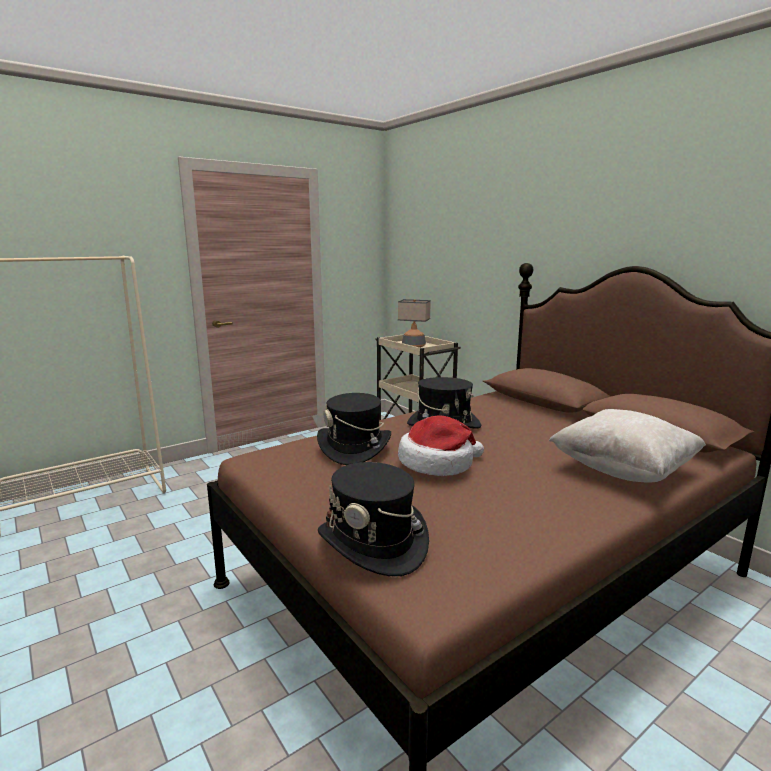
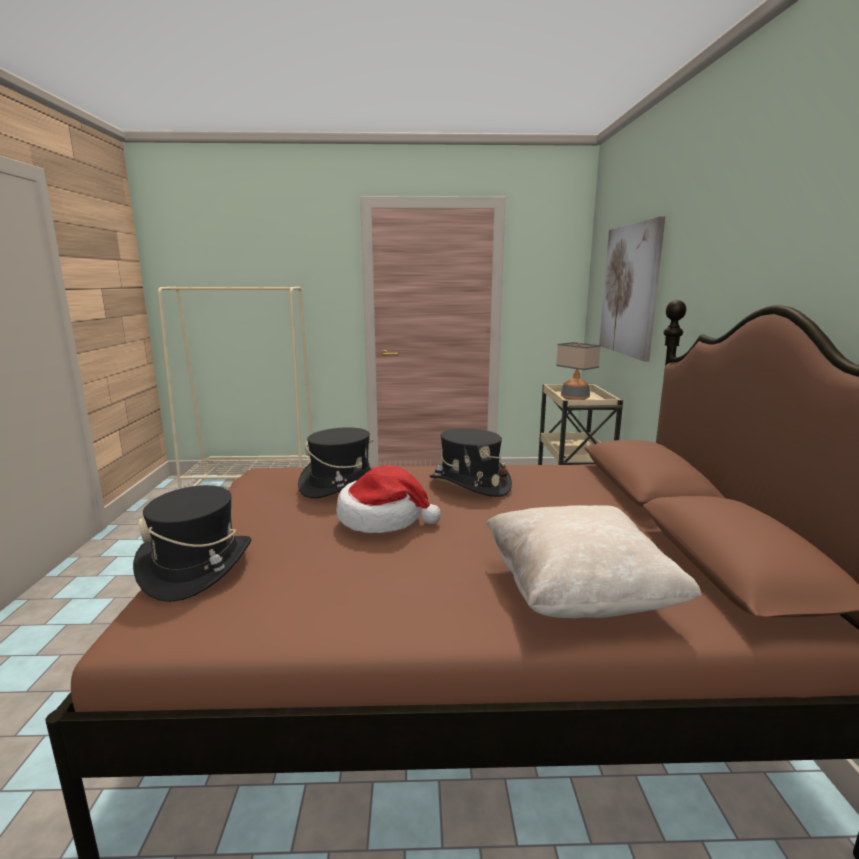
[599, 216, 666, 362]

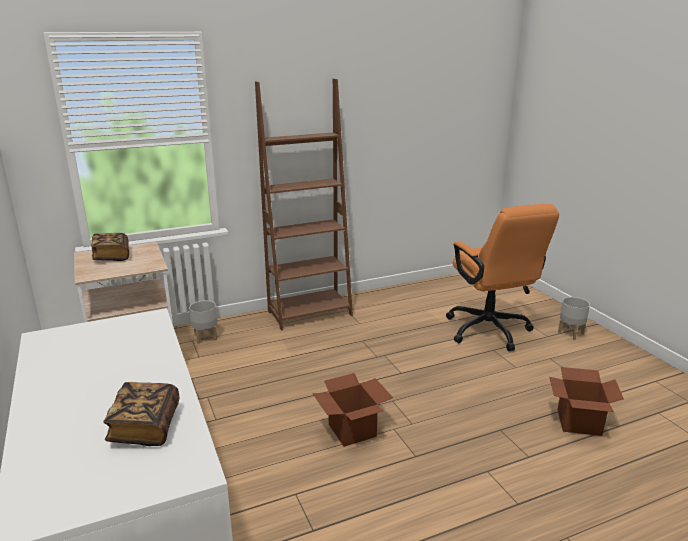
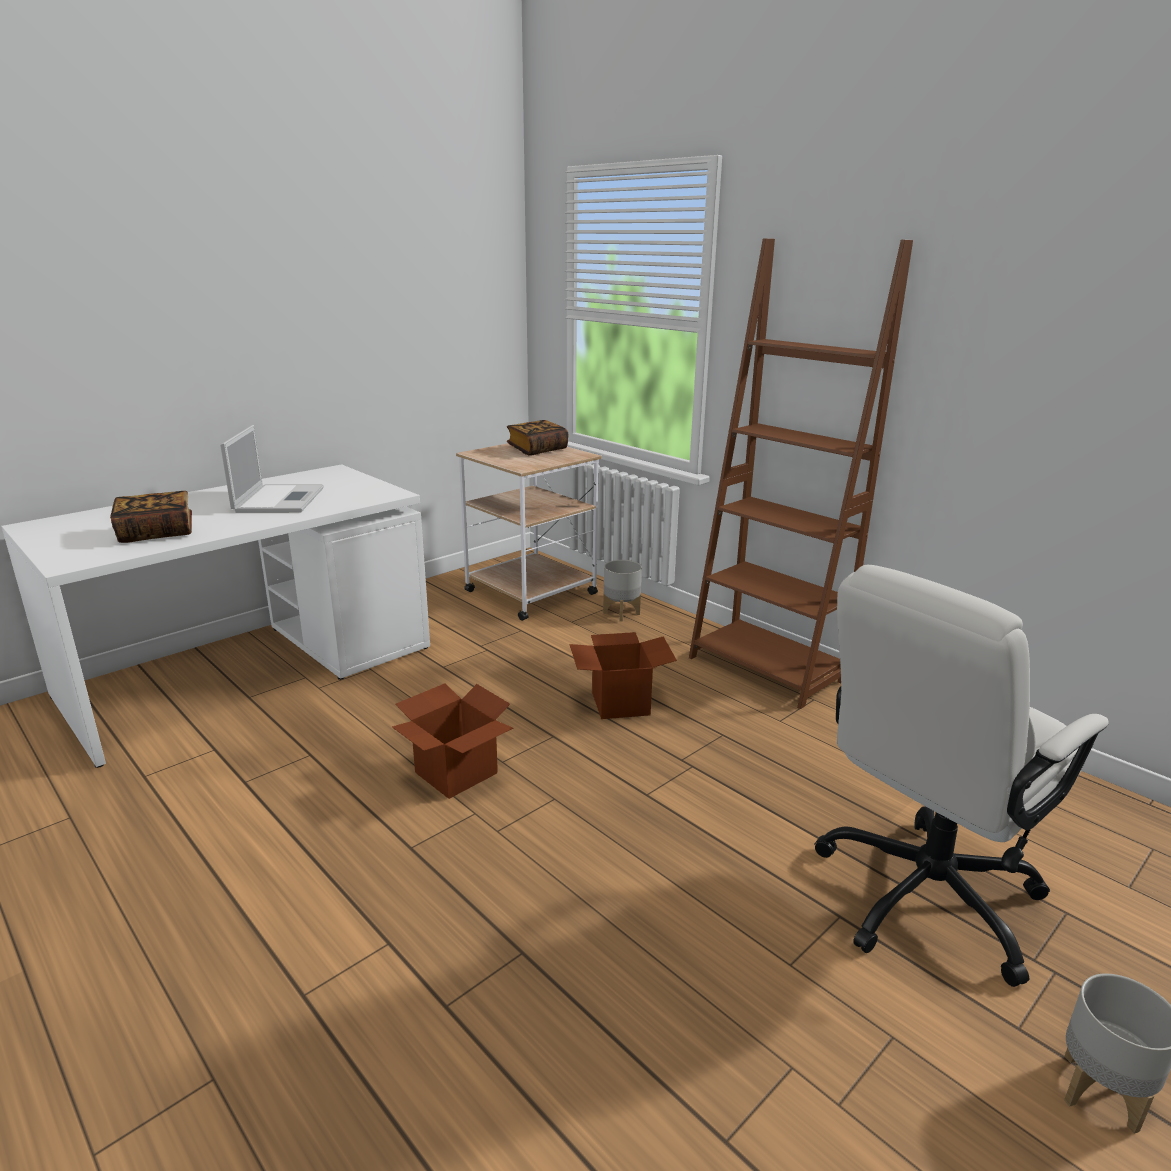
[220, 425, 324, 513]
[569, 632, 677, 719]
[814, 565, 1109, 987]

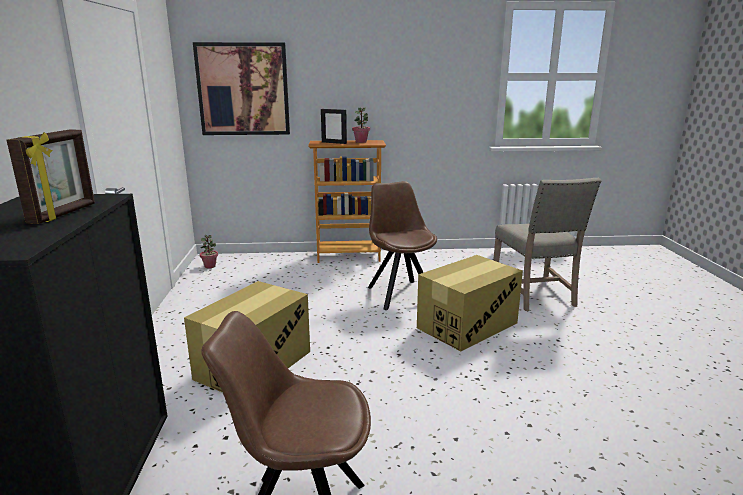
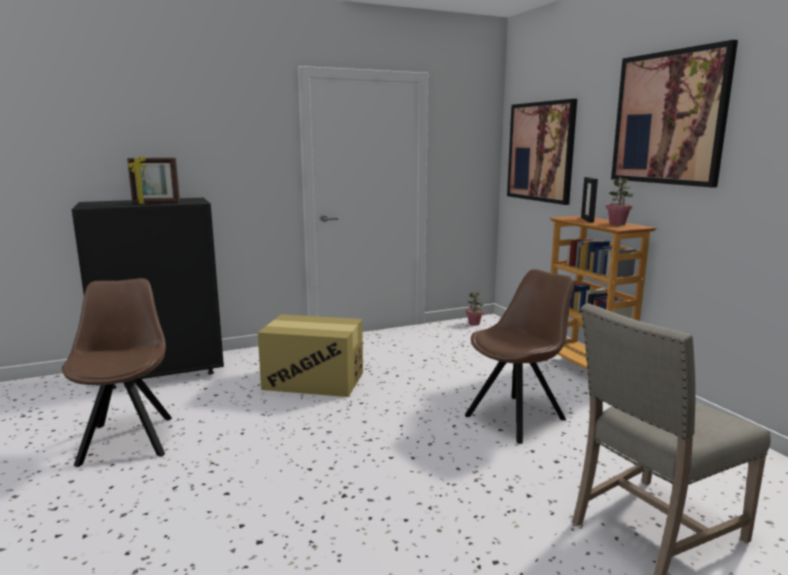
[611, 40, 738, 188]
[417, 255, 523, 351] (first image)

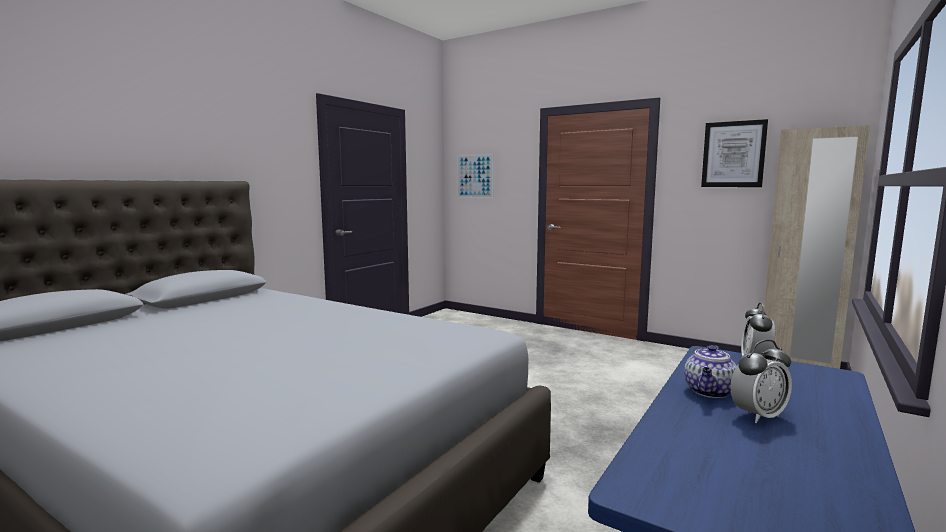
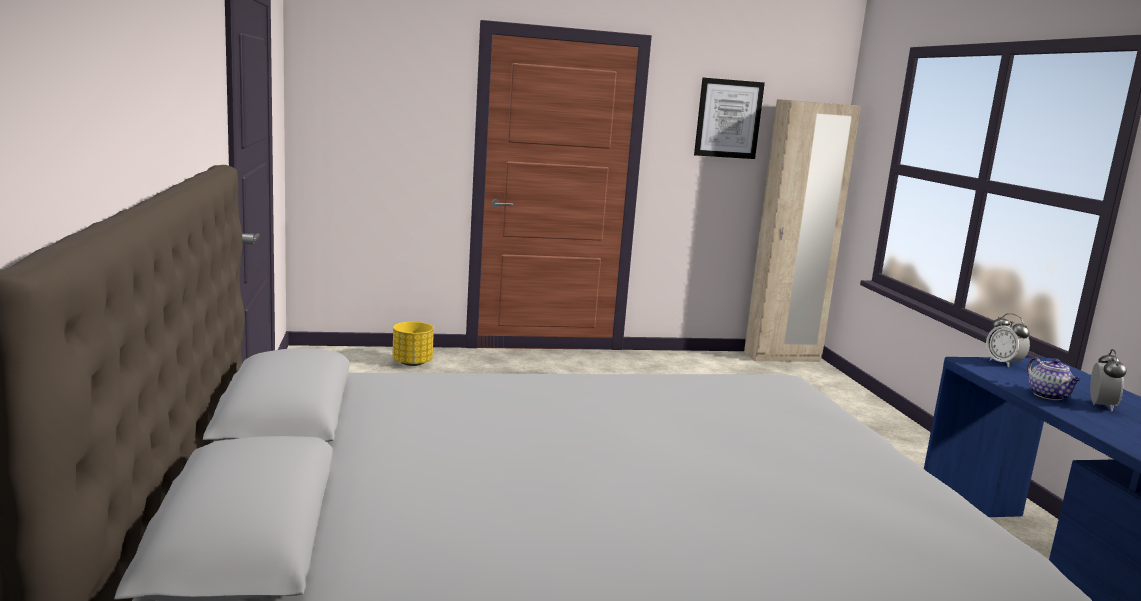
[392, 322, 434, 366]
[457, 154, 494, 198] (first image)

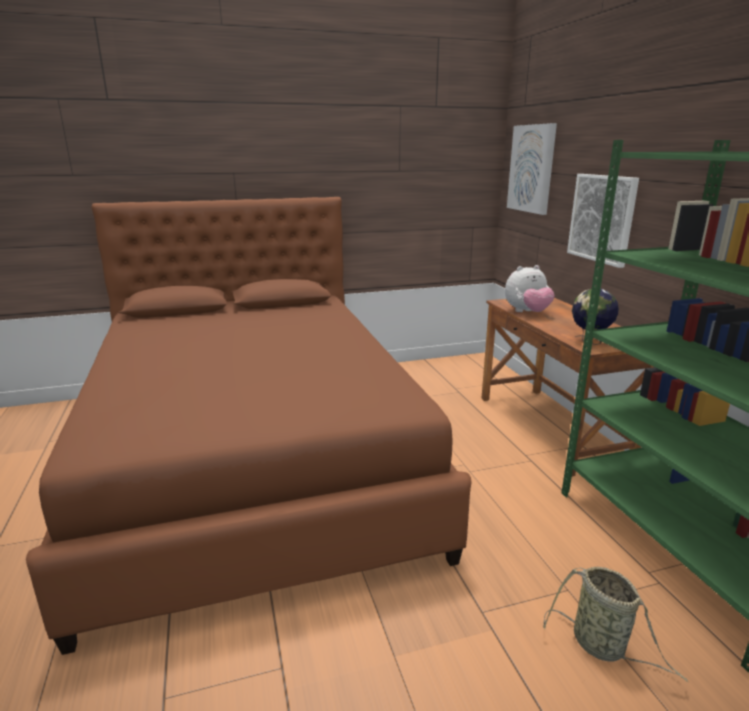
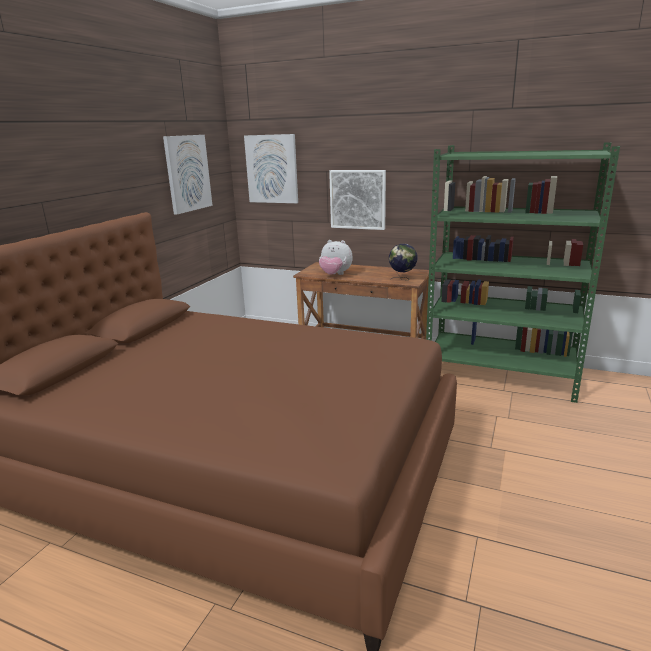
[163, 135, 213, 215]
[319, 240, 353, 275]
[543, 567, 688, 682] (first image)

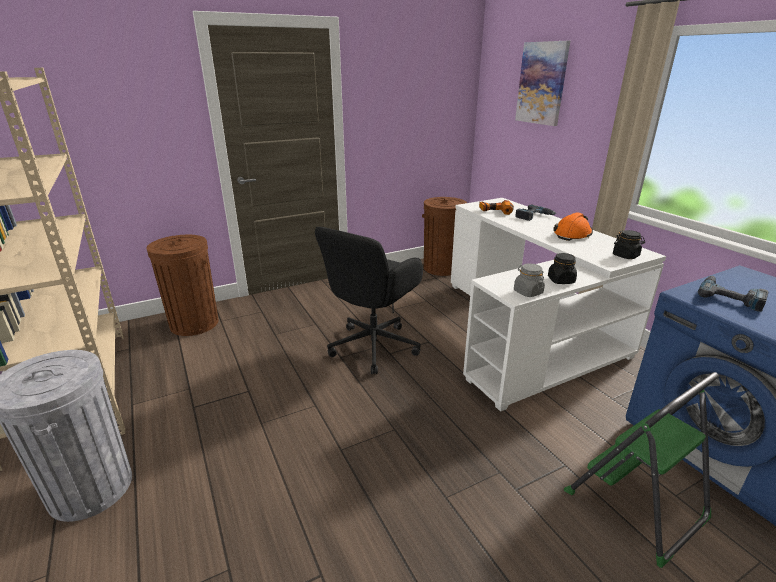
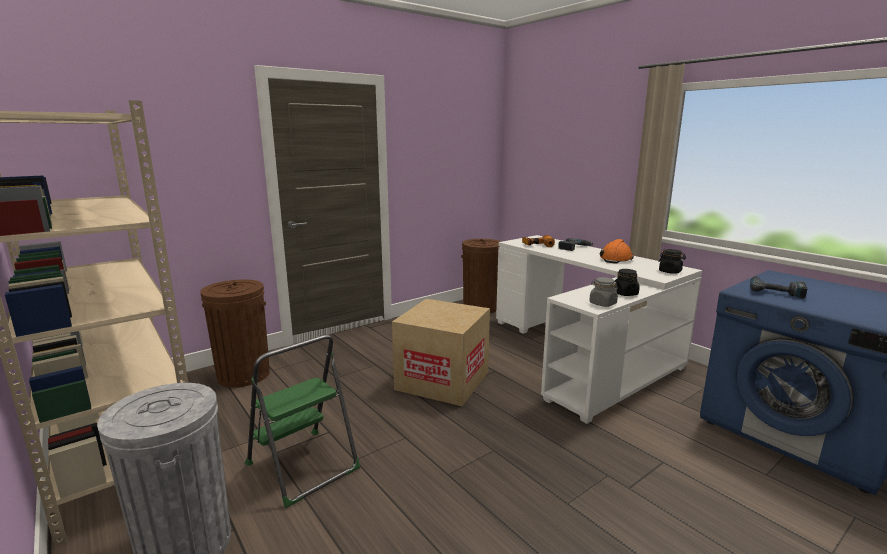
[244, 335, 360, 508]
[392, 299, 490, 406]
[515, 41, 570, 126] (first image)

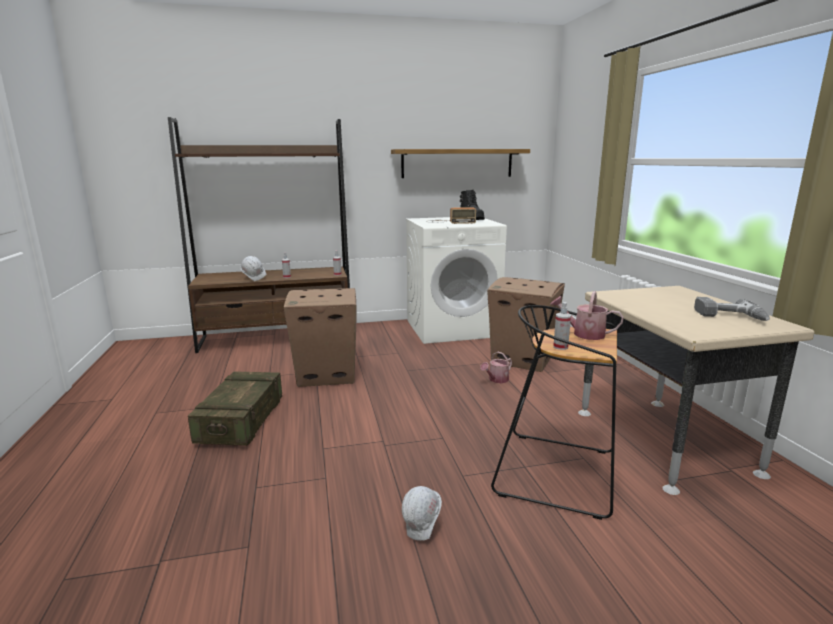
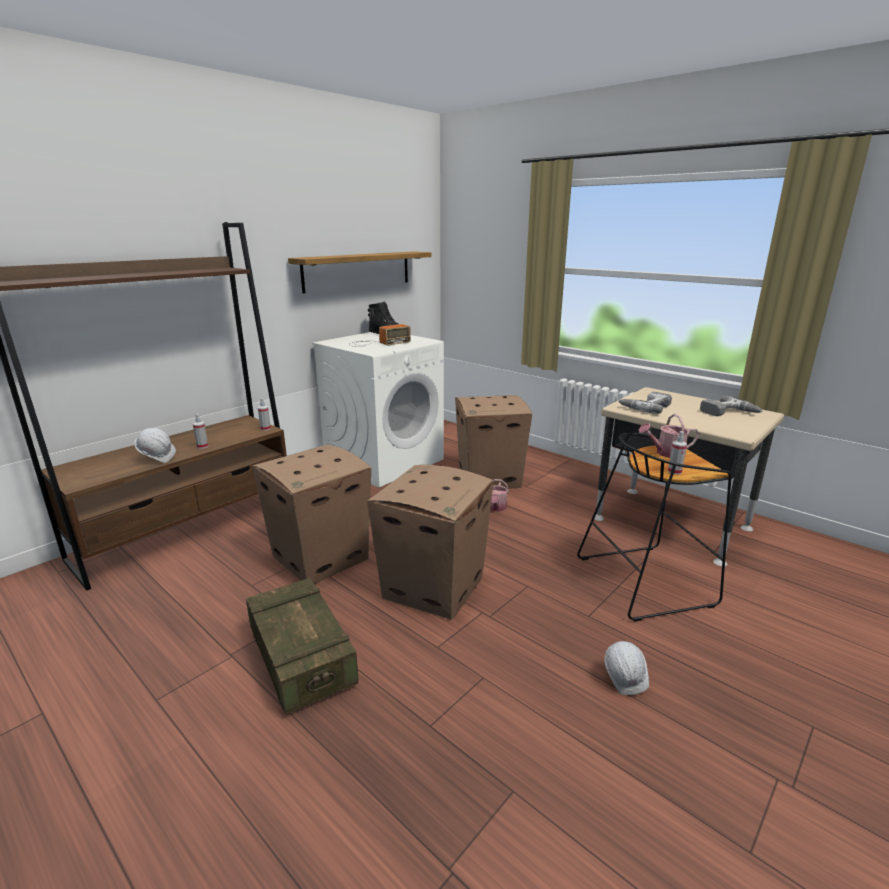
[367, 465, 493, 620]
[619, 392, 672, 414]

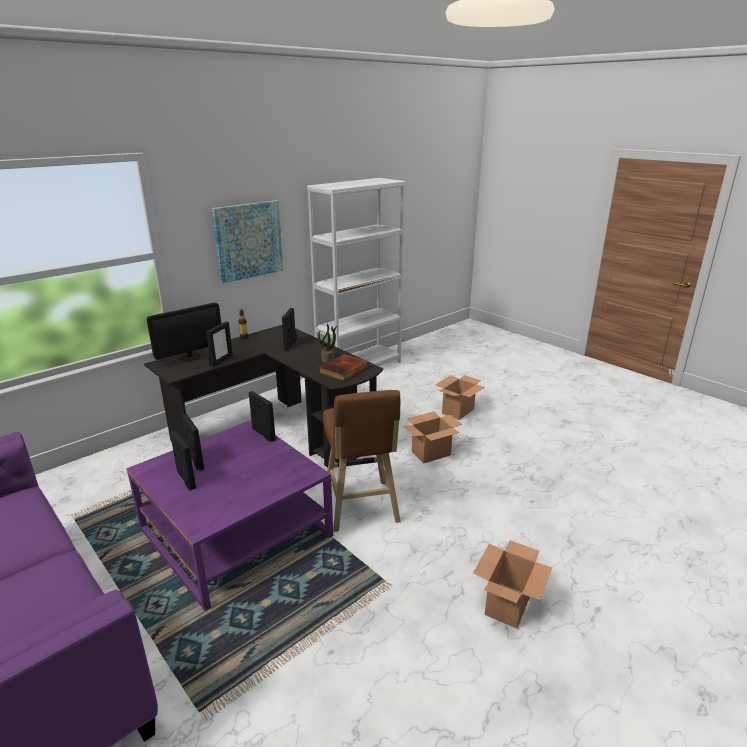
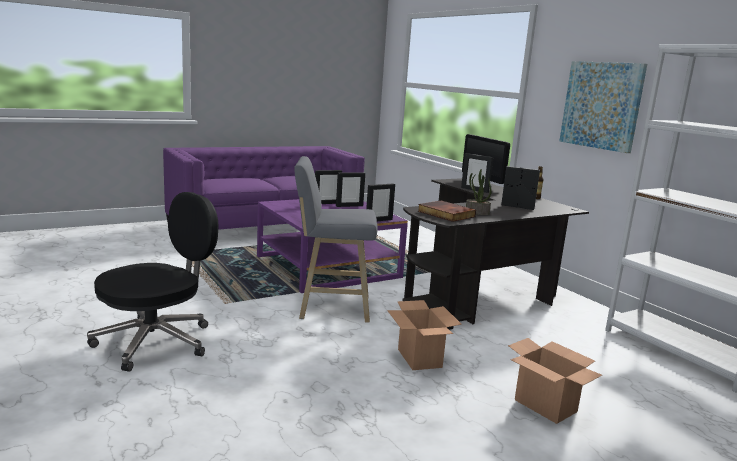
[87, 192, 219, 372]
[294, 156, 378, 323]

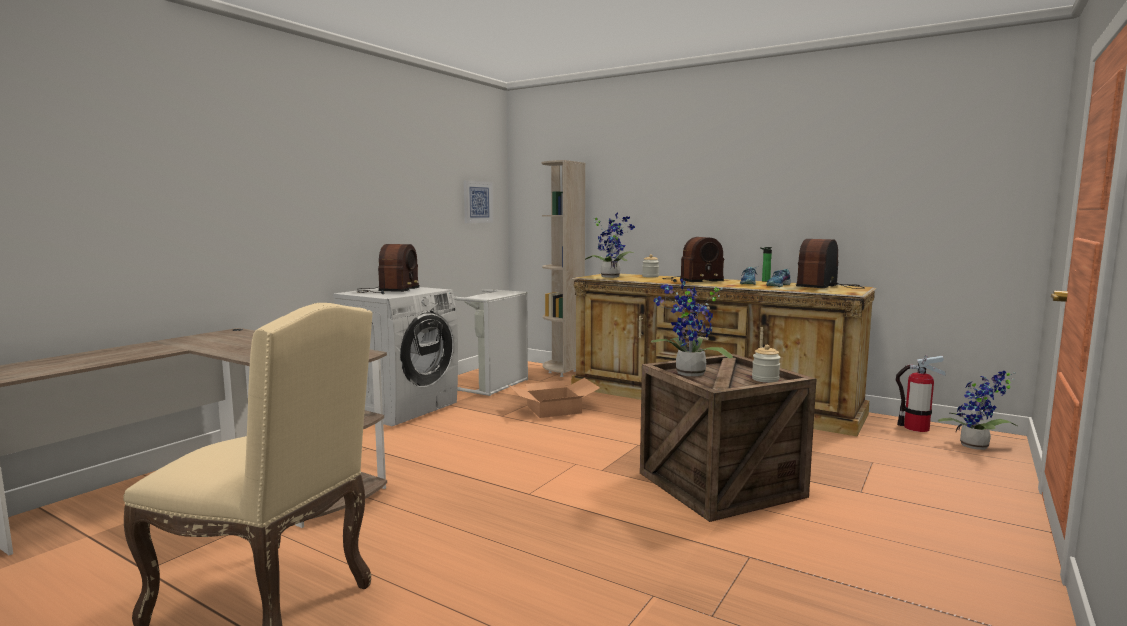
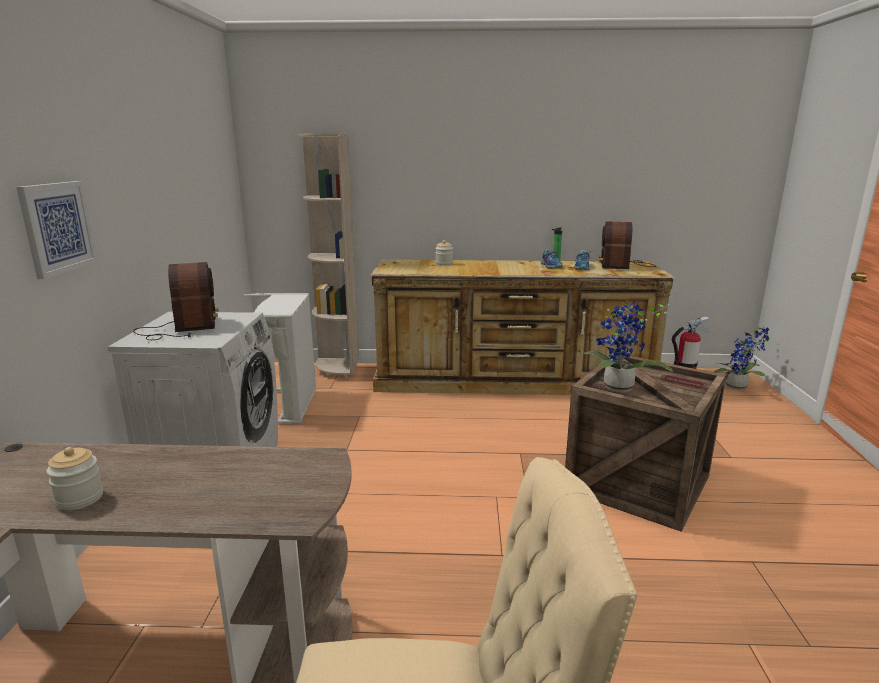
[16, 181, 97, 279]
[46, 447, 103, 510]
[509, 378, 600, 418] (first image)
[585, 212, 635, 278] (first image)
[662, 237, 724, 282] (first image)

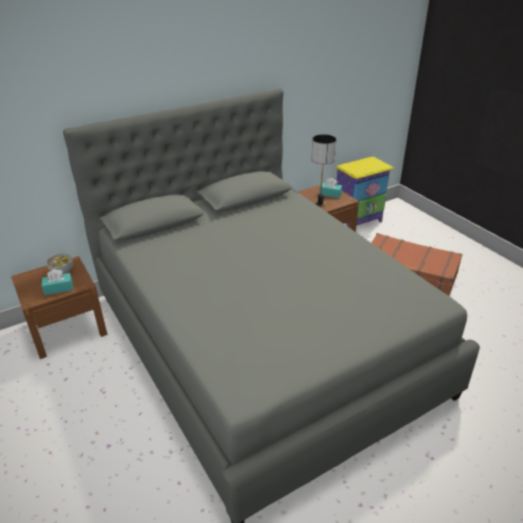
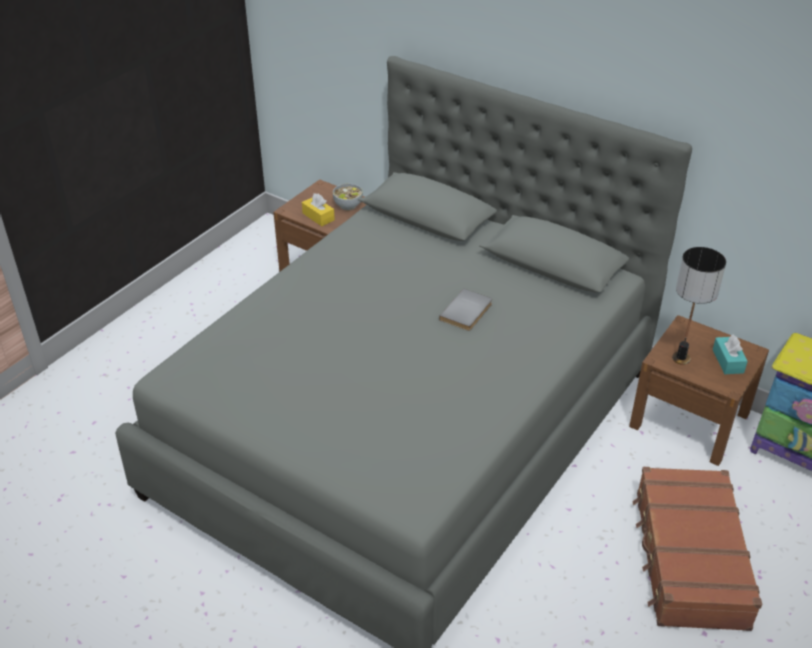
[302, 193, 335, 226]
[439, 288, 492, 331]

